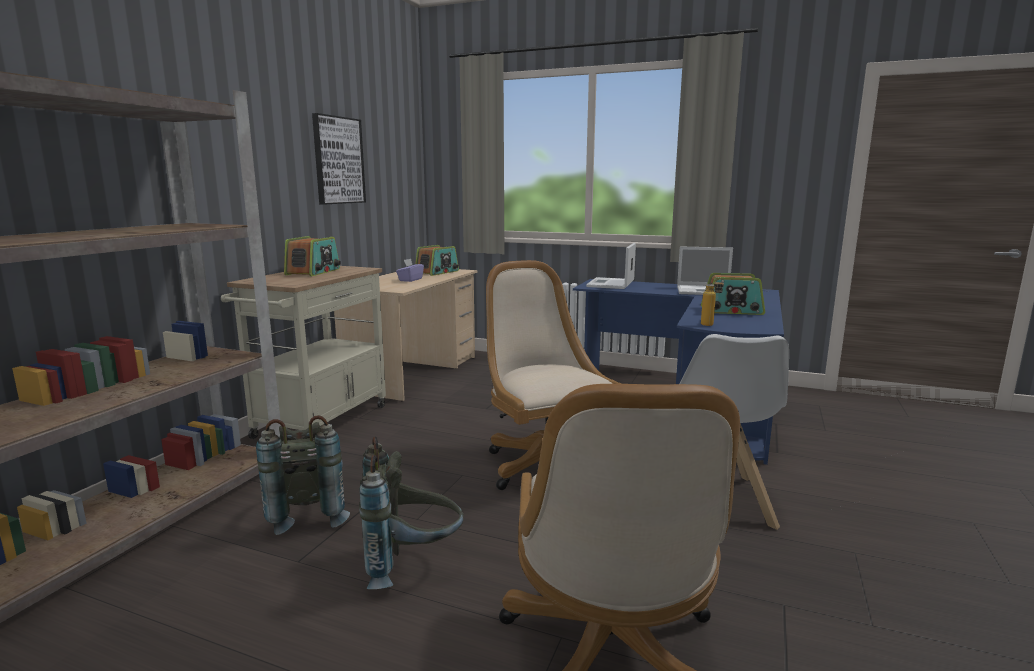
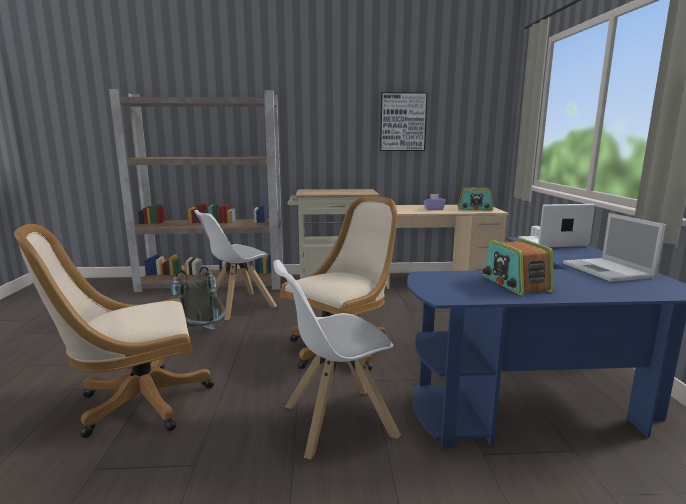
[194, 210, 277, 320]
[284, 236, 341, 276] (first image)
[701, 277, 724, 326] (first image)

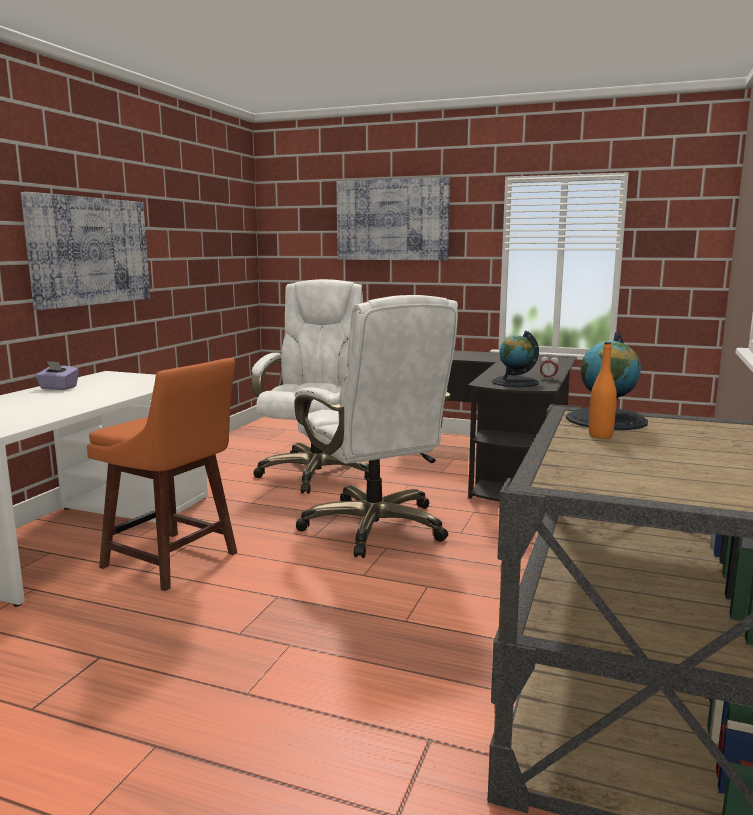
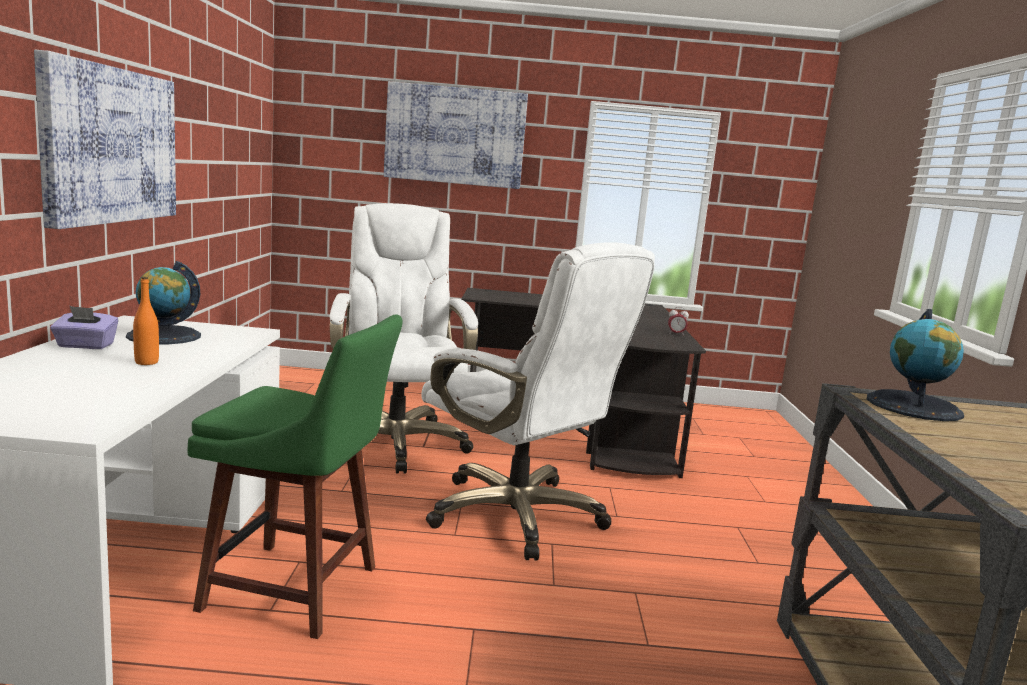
[126, 261, 201, 344]
[133, 277, 159, 365]
[188, 314, 403, 639]

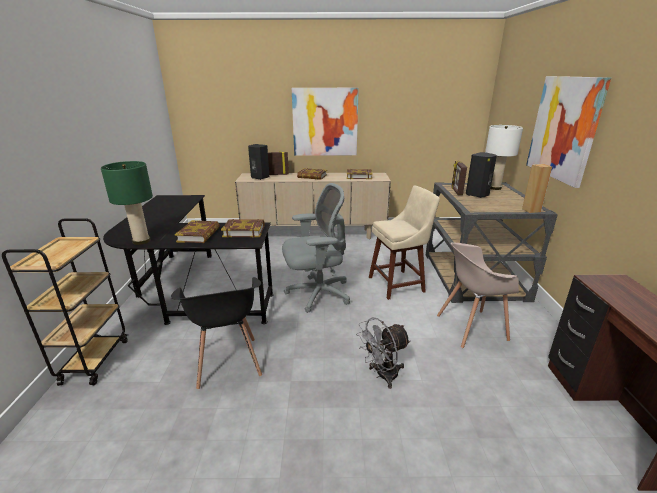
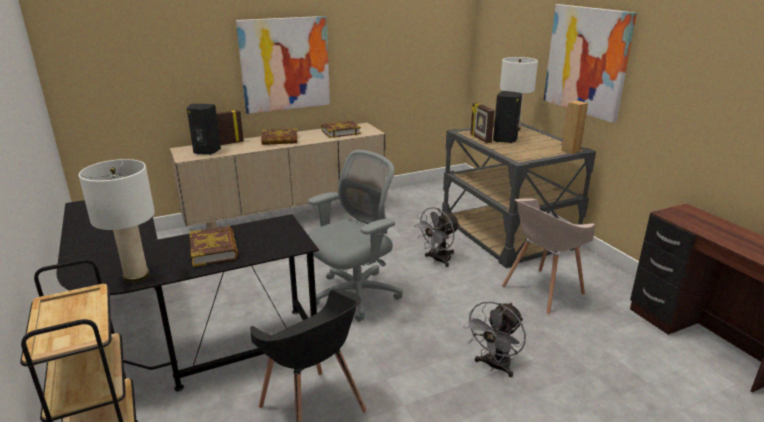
[79, 159, 155, 284]
[414, 207, 460, 267]
[221, 219, 264, 238] (first image)

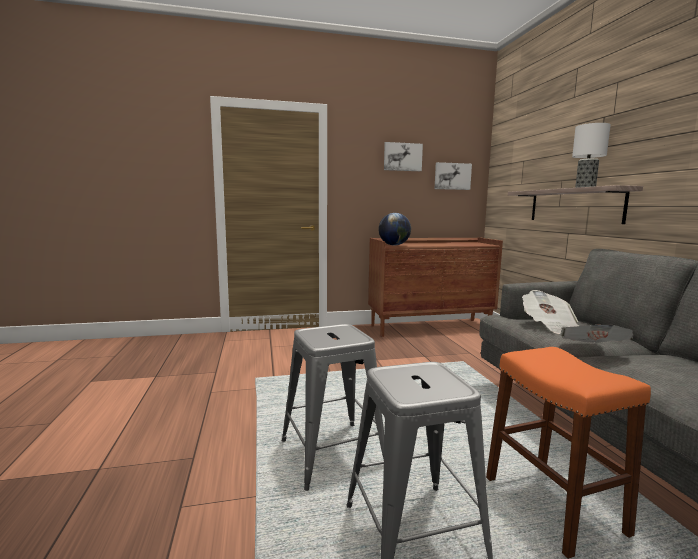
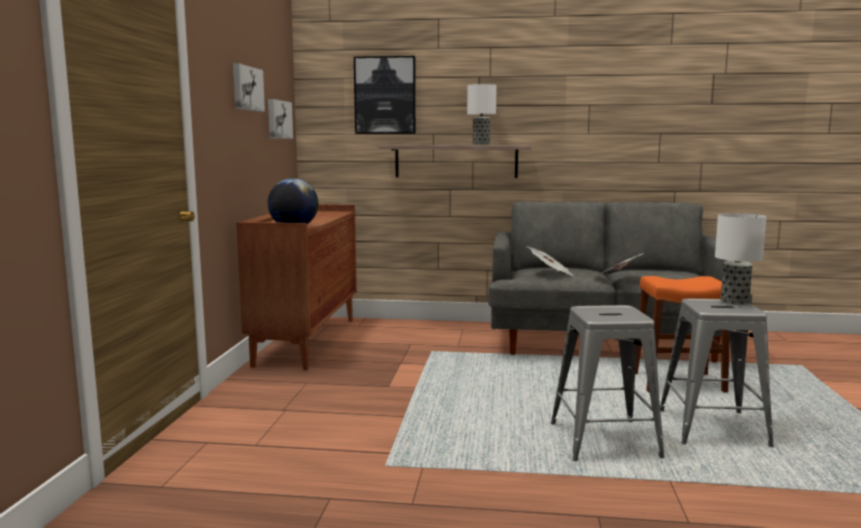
[354, 56, 416, 134]
[715, 213, 766, 305]

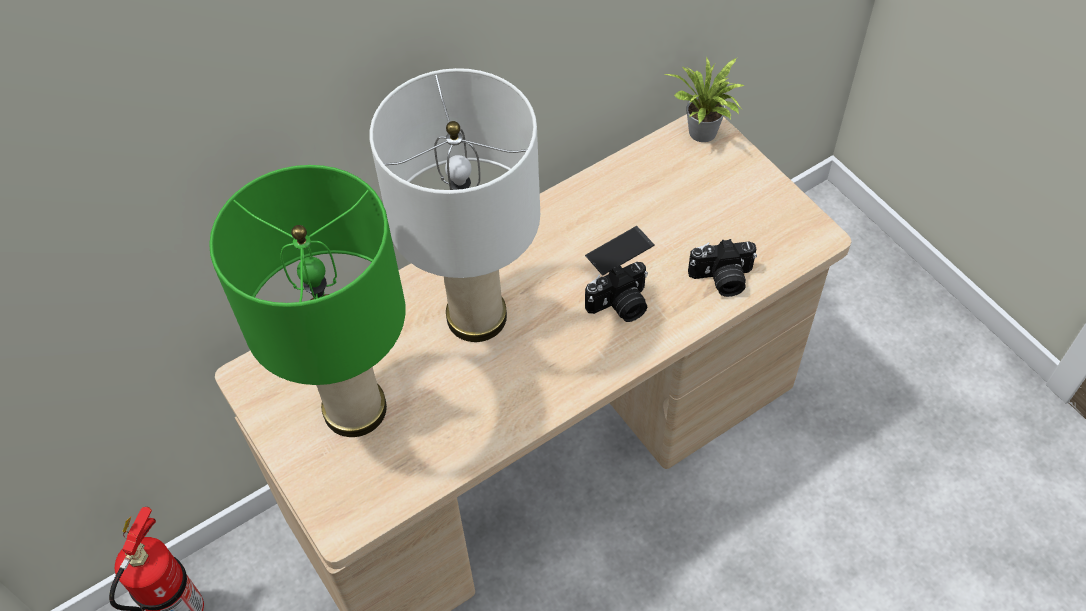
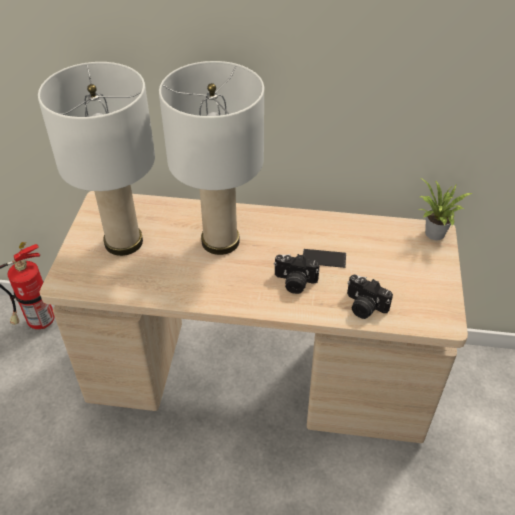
[38, 62, 155, 256]

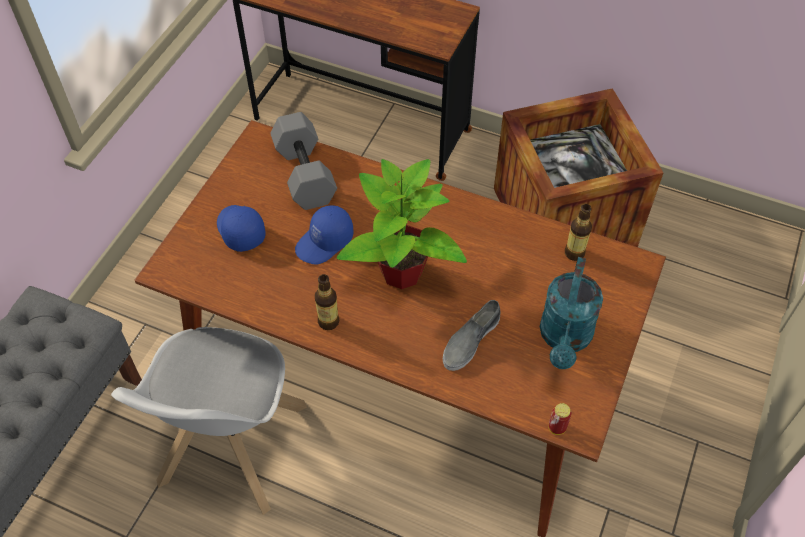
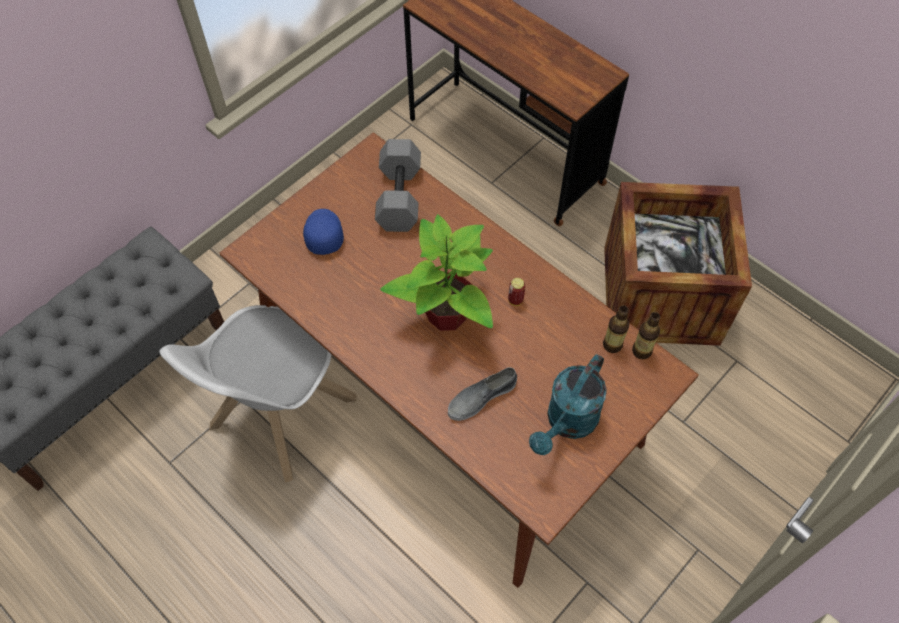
[508, 278, 525, 306]
[632, 312, 660, 359]
[295, 205, 353, 264] (first image)

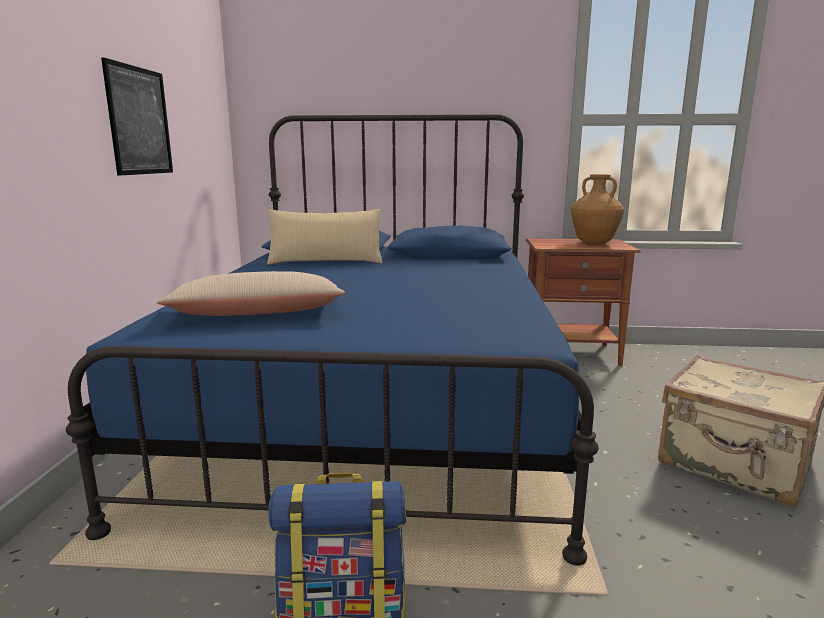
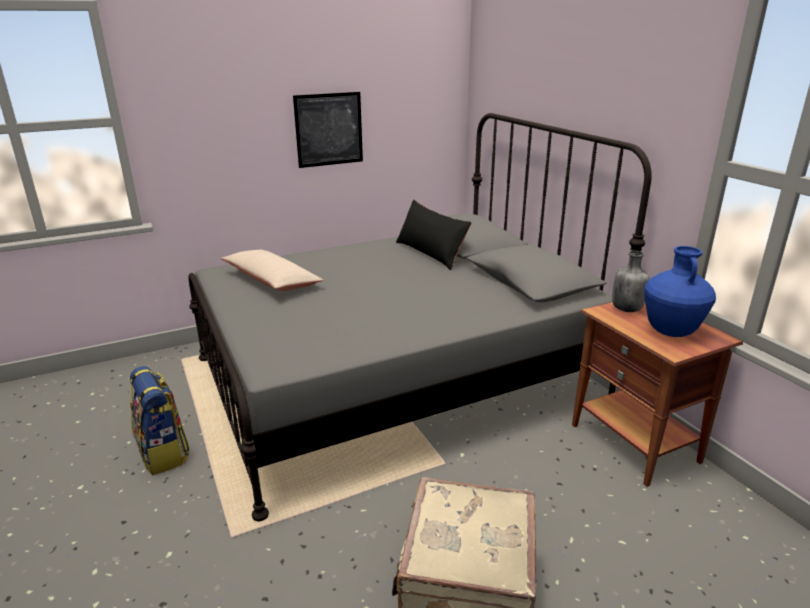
[188, 113, 652, 521]
[396, 200, 472, 270]
[612, 251, 649, 312]
[644, 246, 716, 337]

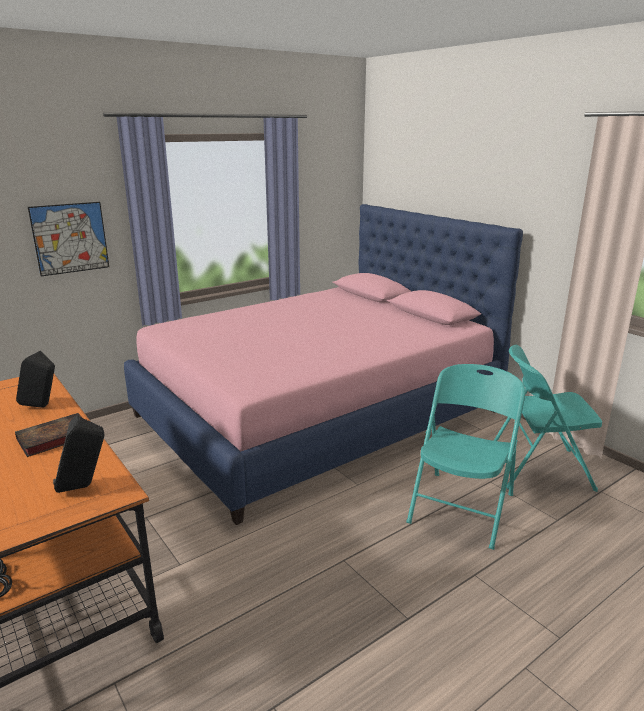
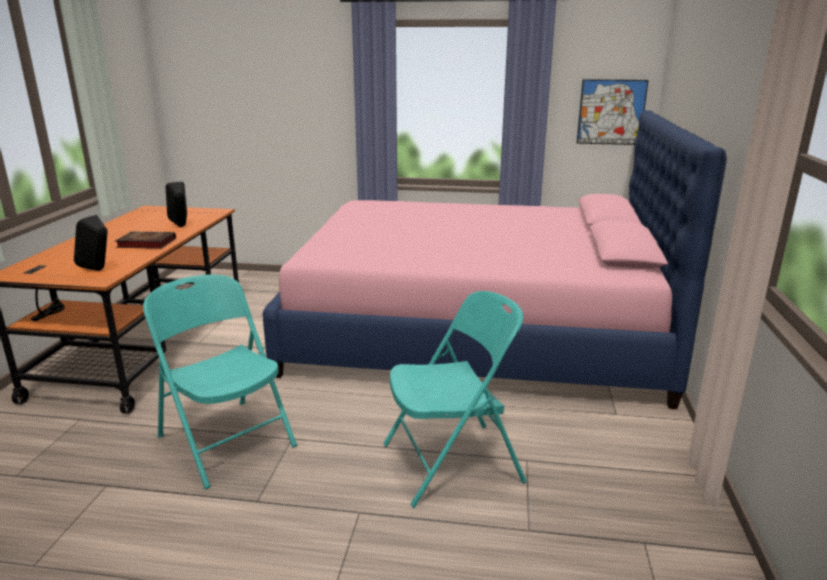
[143, 274, 297, 490]
[577, 79, 649, 145]

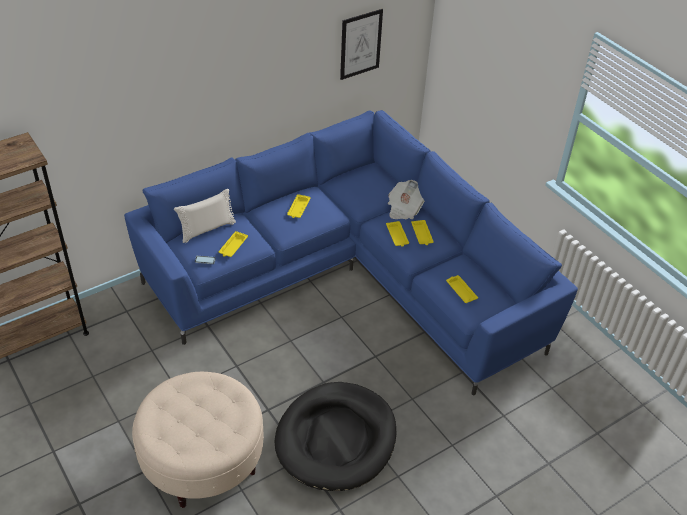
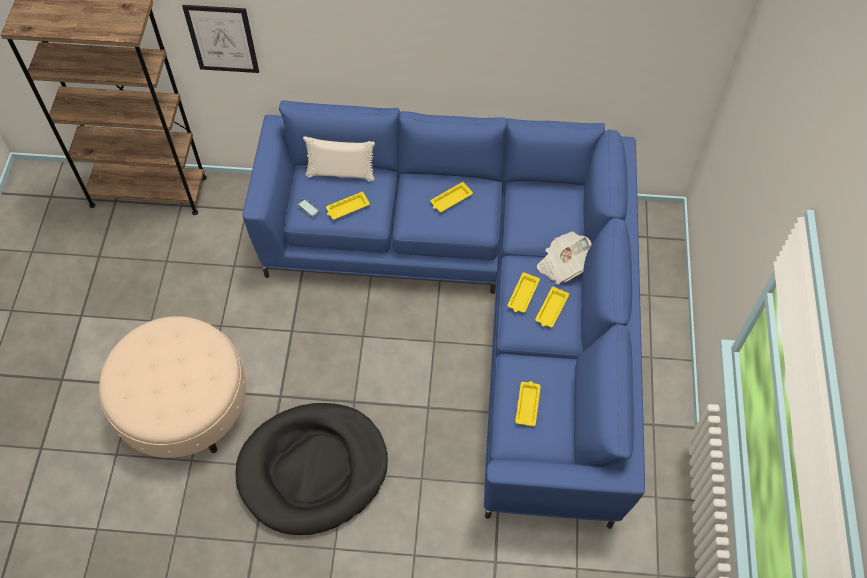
[182, 5, 259, 73]

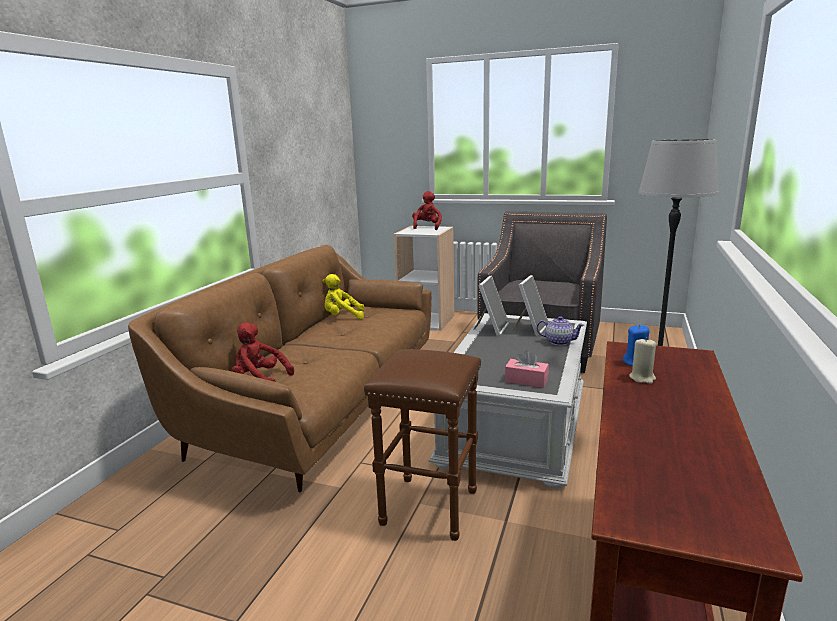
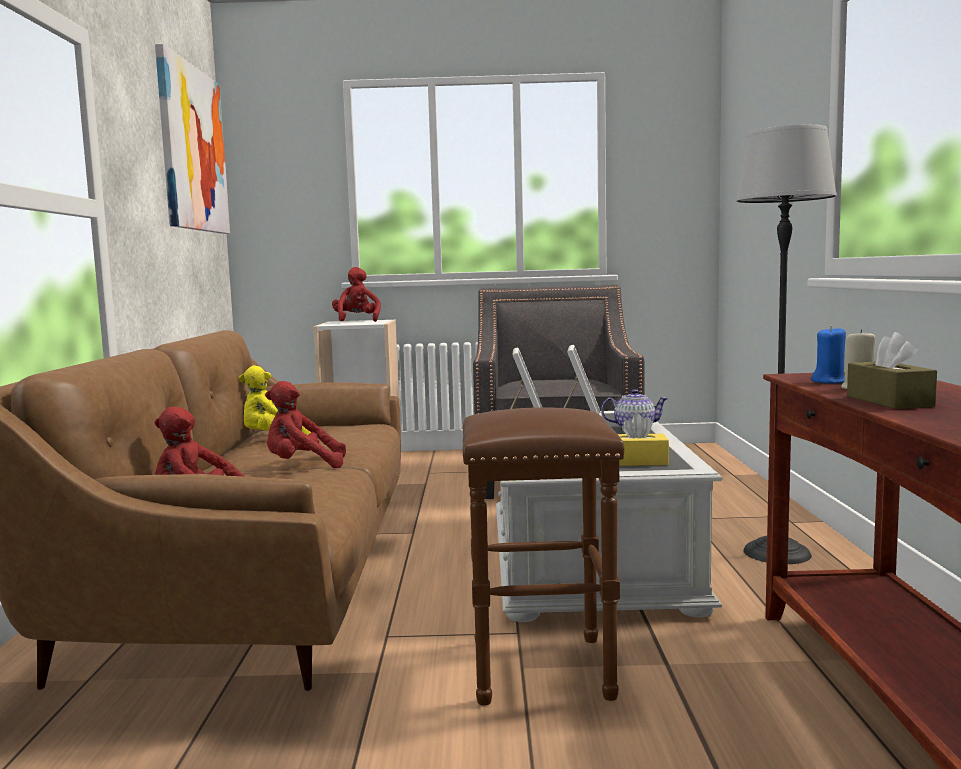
[155, 44, 230, 234]
[265, 381, 346, 468]
[618, 413, 669, 466]
[847, 332, 937, 409]

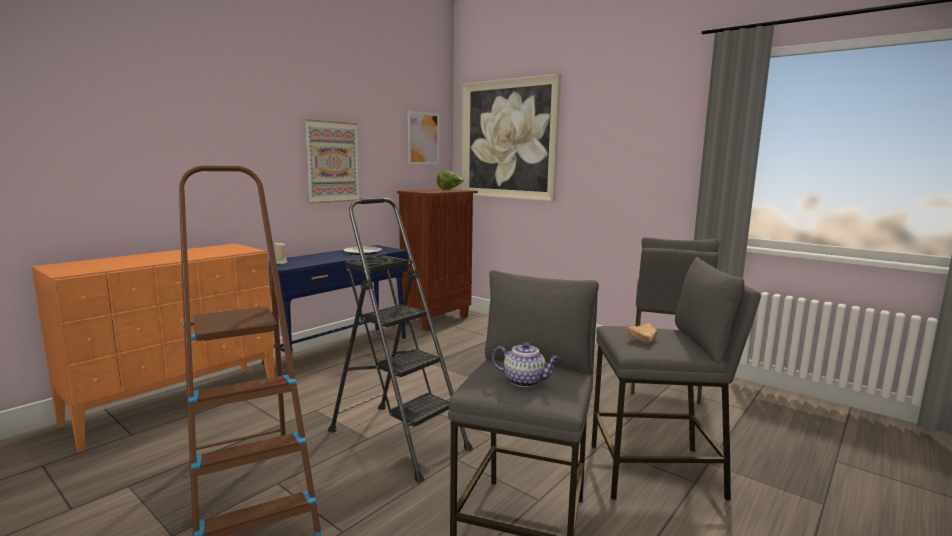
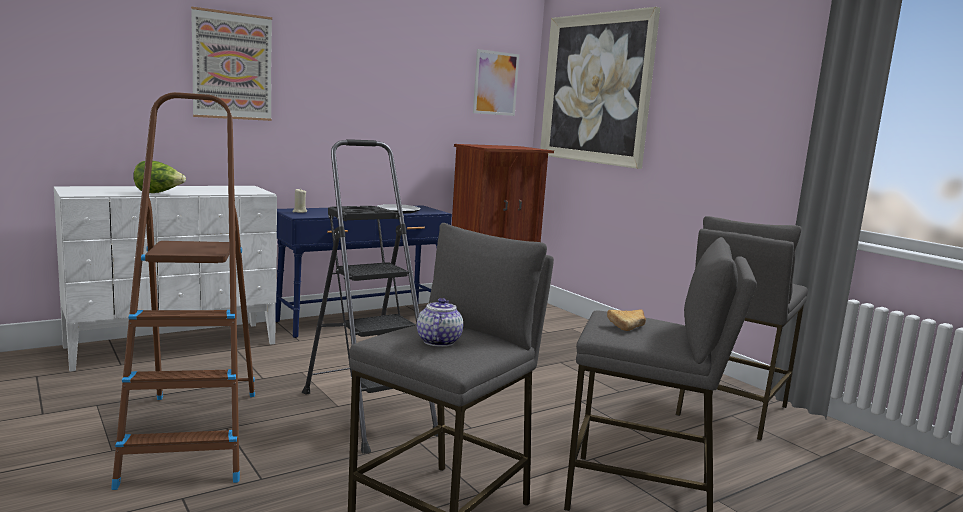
[54, 186, 277, 372]
[133, 161, 186, 193]
[191, 7, 272, 121]
[417, 298, 463, 347]

